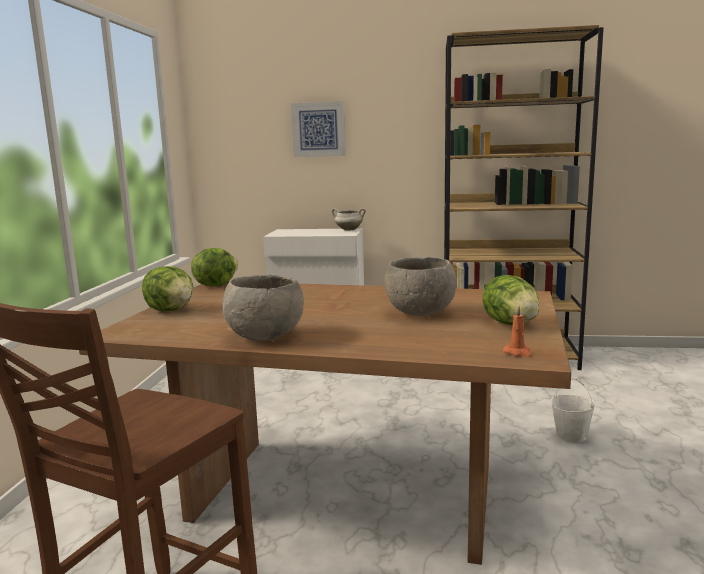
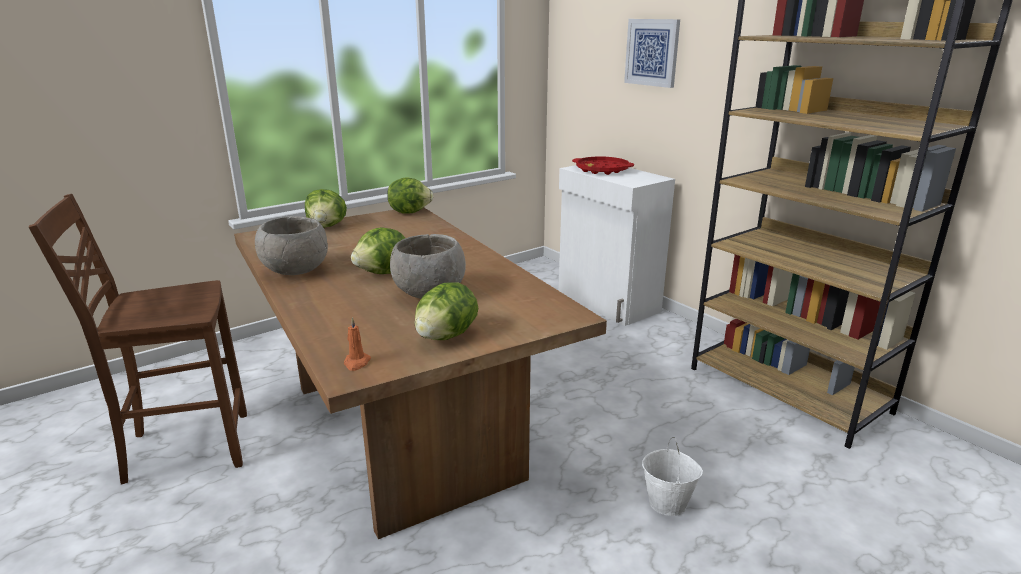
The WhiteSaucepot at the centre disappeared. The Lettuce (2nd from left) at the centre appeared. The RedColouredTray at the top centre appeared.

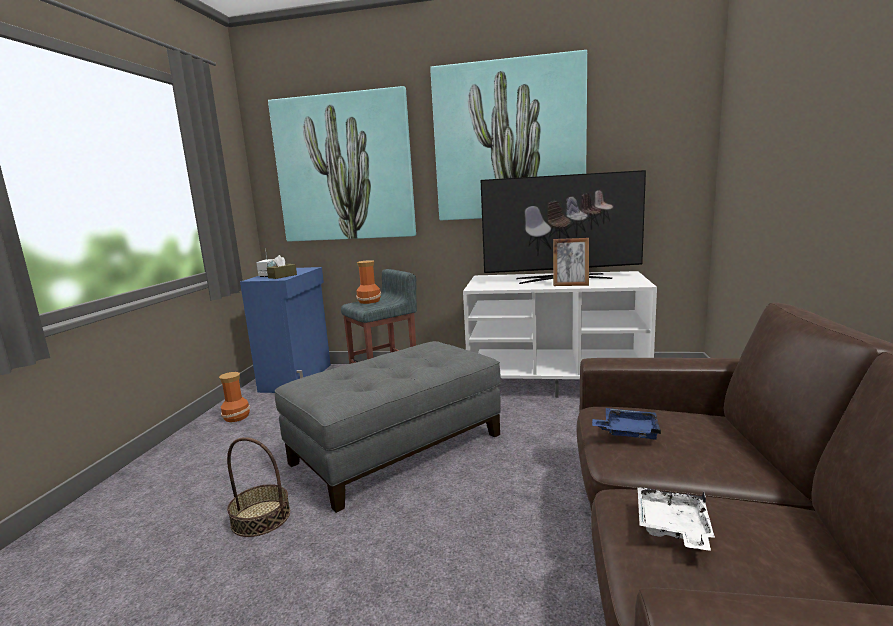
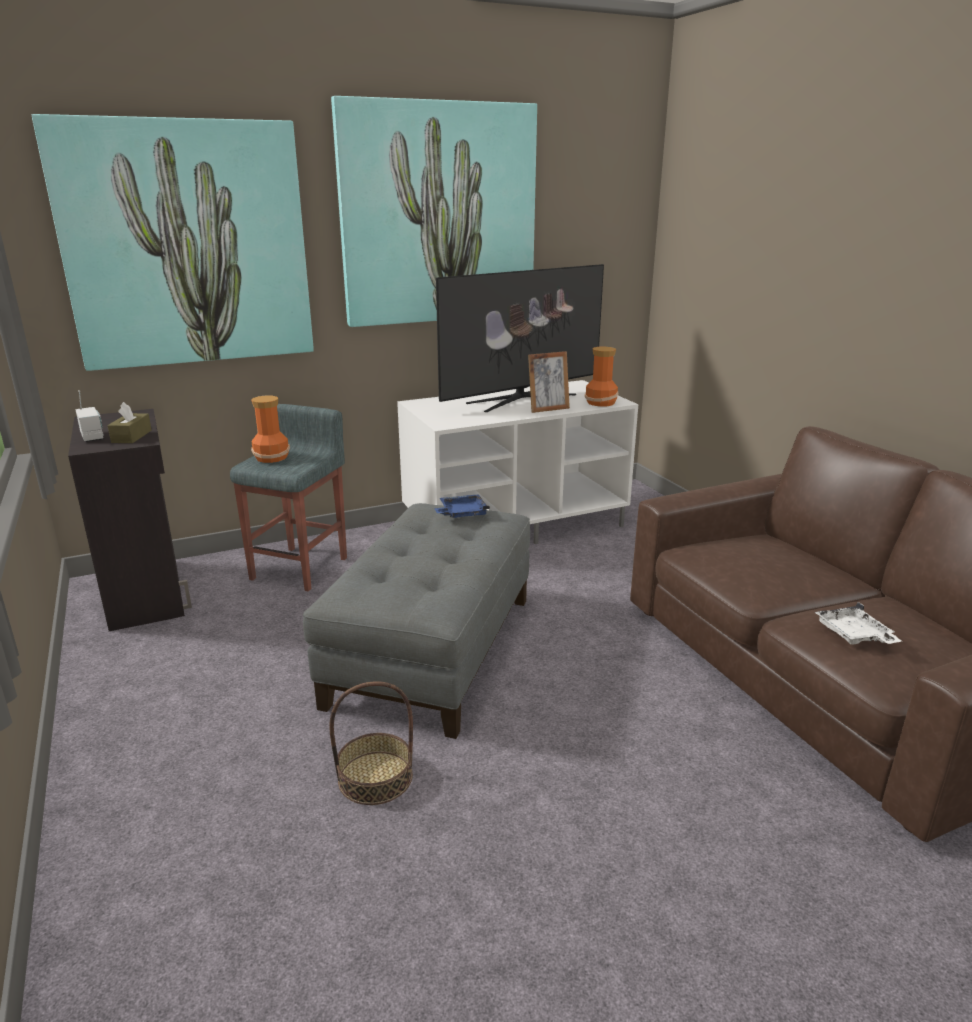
The Vase (1st from left in the first image) moved from the middle left to the centre. The BlueColouredCabinet at the middle left became the BlackishCabinet at the middle left. The BlueColouredTray moved from the bottom right to the centre.

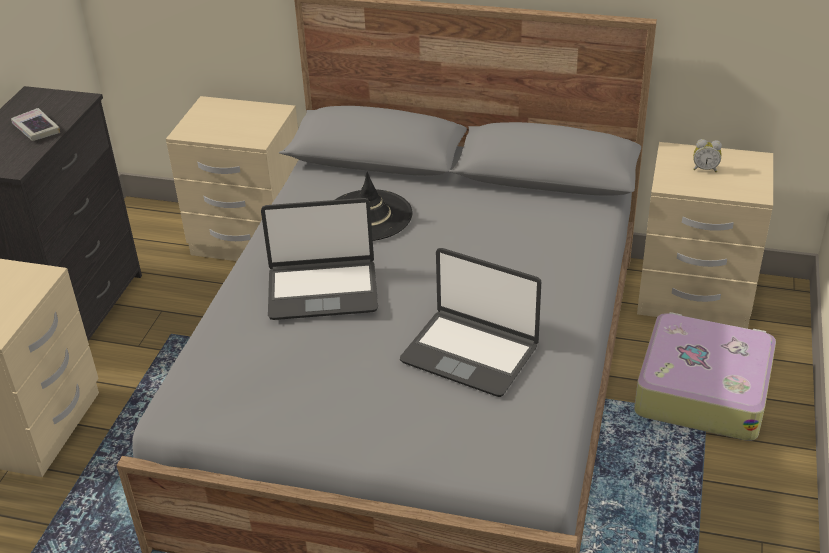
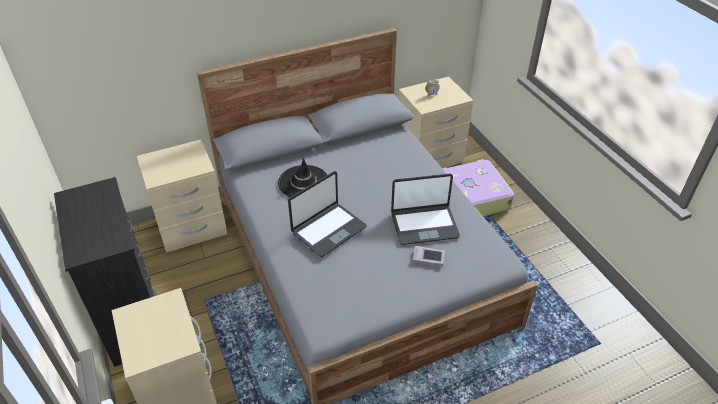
The Book moved from the top left to the centre.

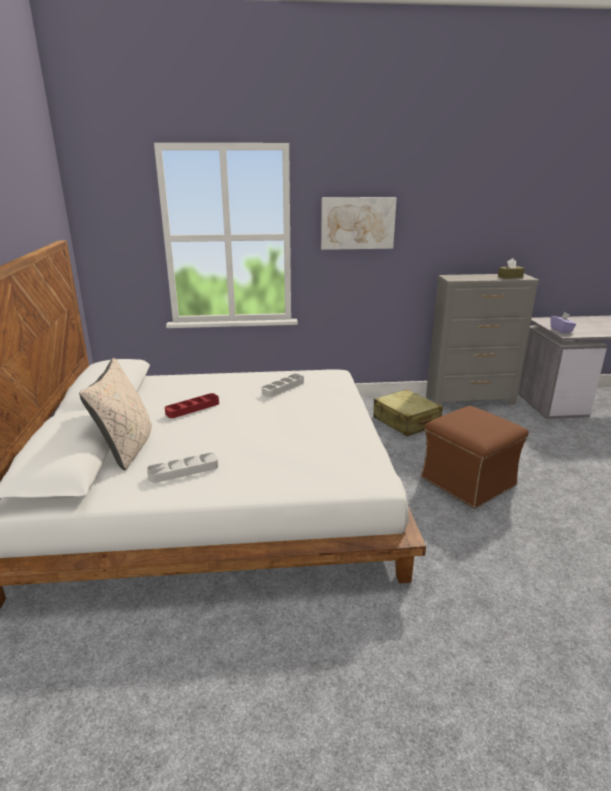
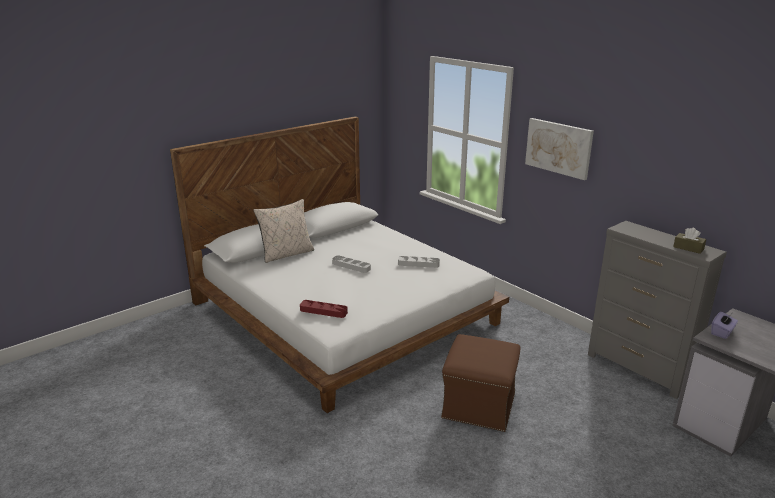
The GrayTray (1st from left) moved from the middle left to the centre. The RedColouredTray moved from the middle left to the centre. The BeigeColouredSuitcase at the middle right disappeared.

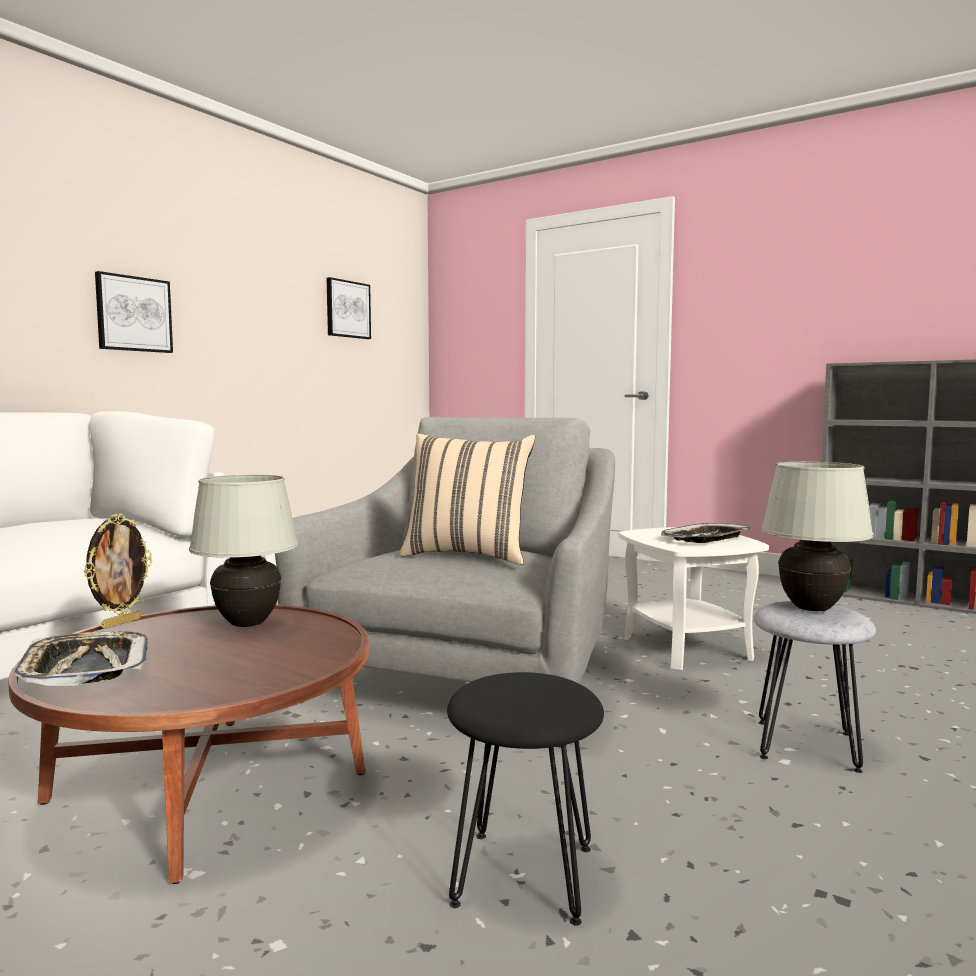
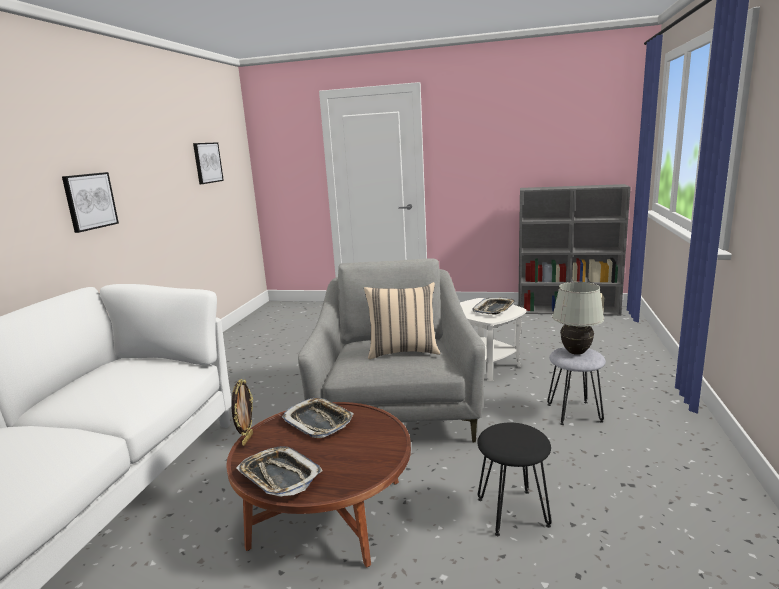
The WhiteTableLamp (1st from left) at the middle left was replaced by the Tray (2nd from left) at the bottom centre.

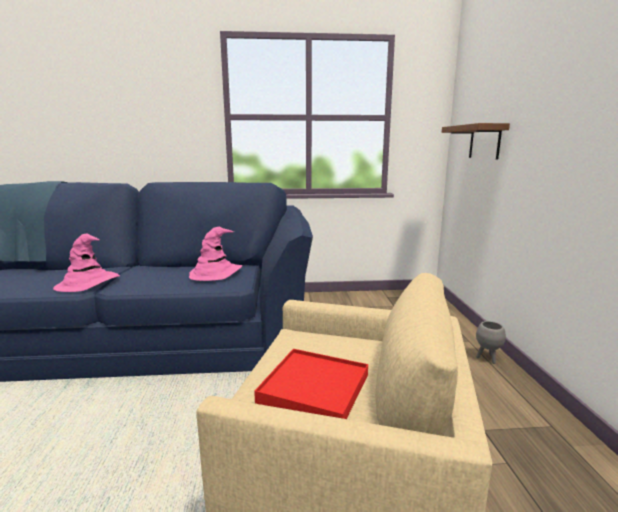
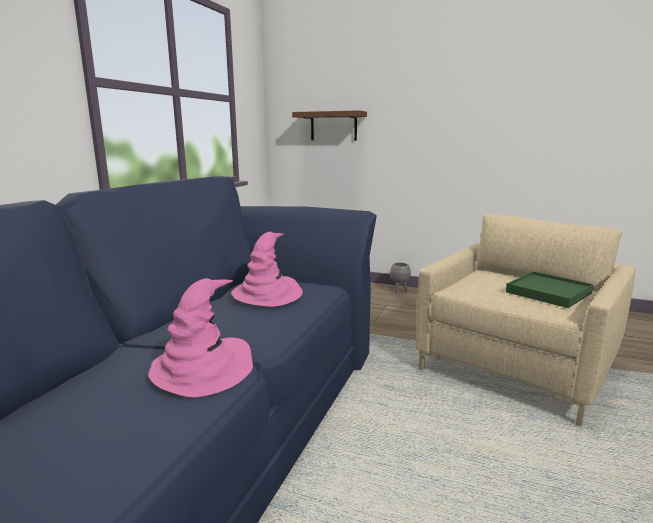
The RedColouredTray at the bottom centre became the GreenColouredTray at the middle right.

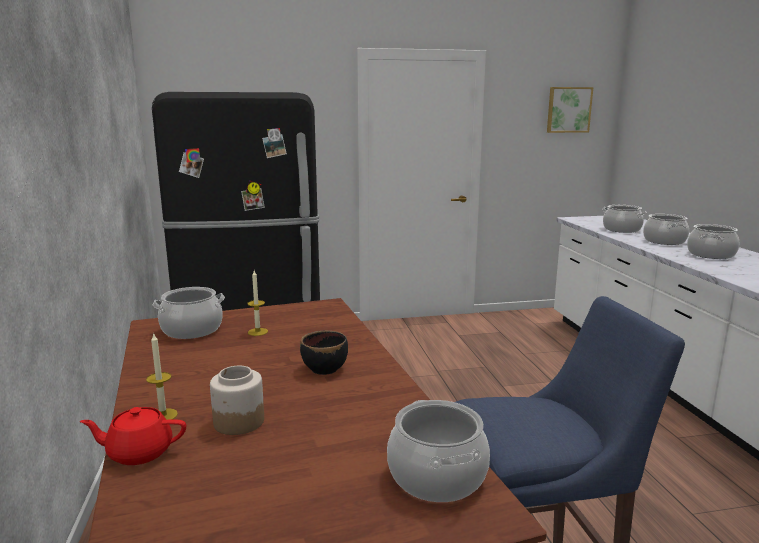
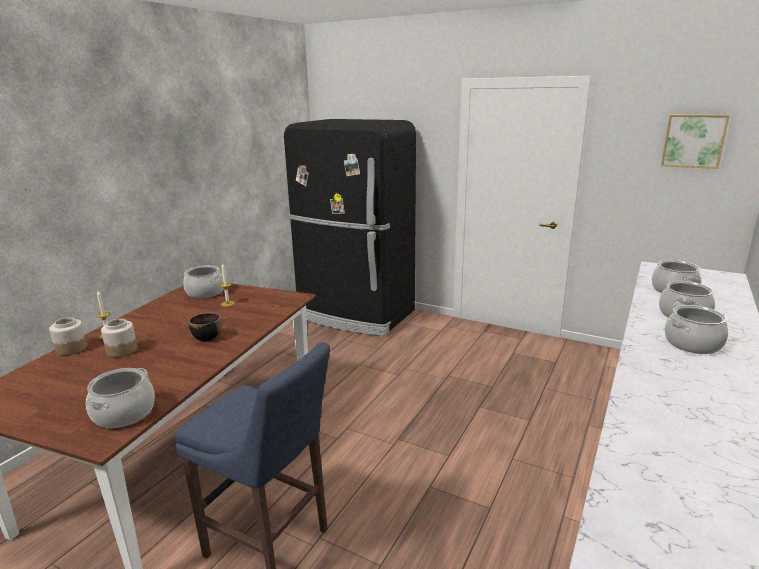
The RedColouredTeaPot at the bottom left was replaced by the Jar (1st from left) at the middle left.

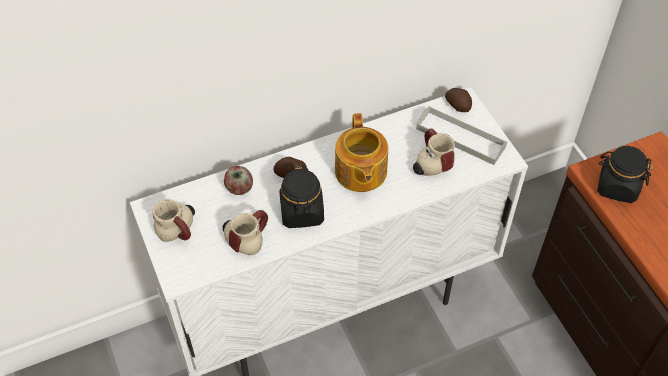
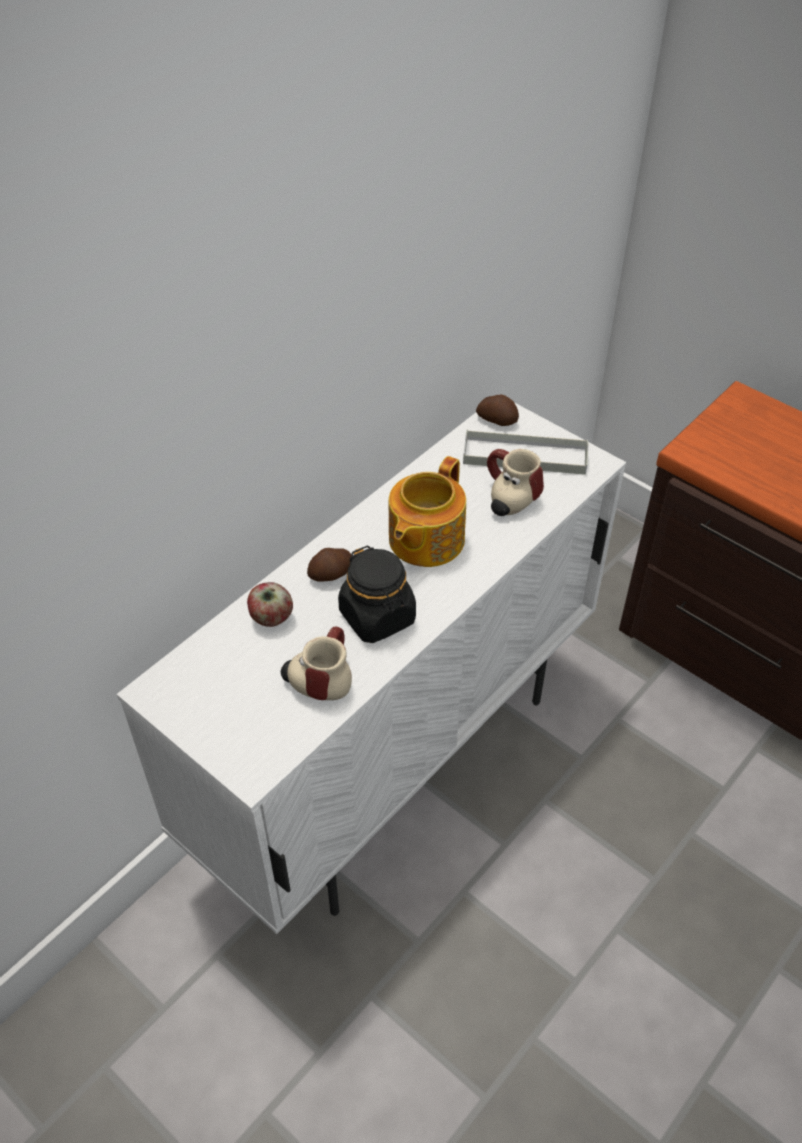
The TeaMug (1st from left) at the middle left disappeared. The TeaPot at the centre turned 60 degrees clockwise. The BlackishJar (2nd from left) at the middle right disappeared.

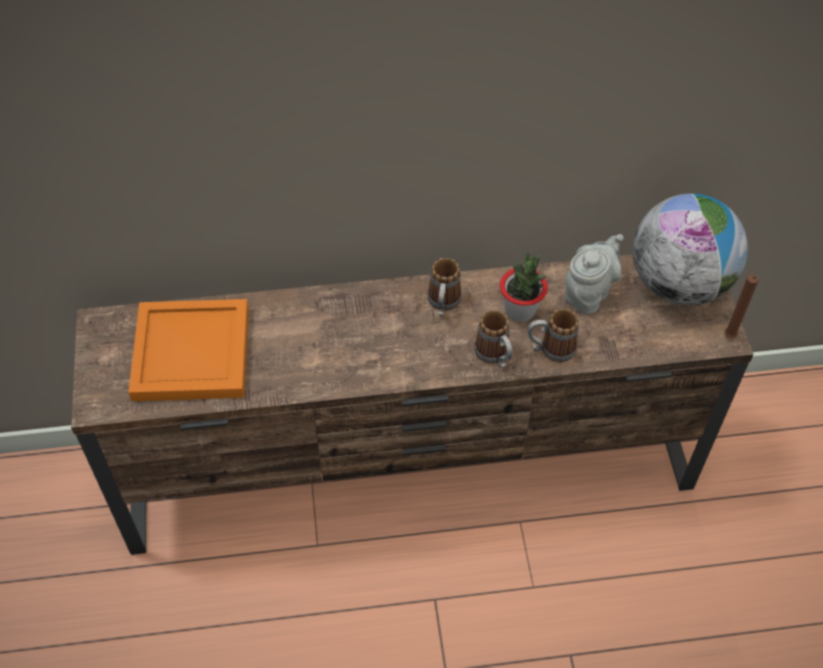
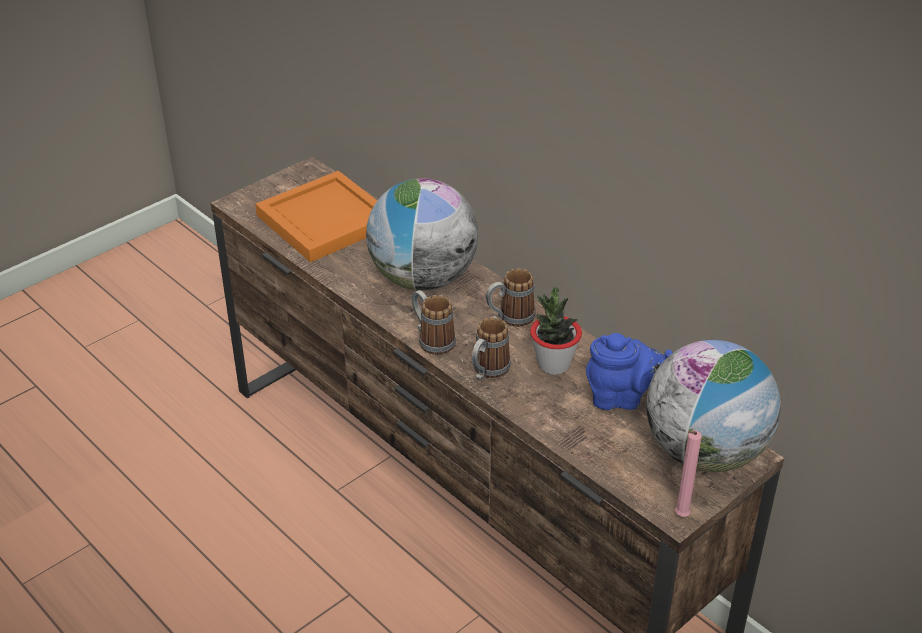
The TeaMug (3rd from left in the first image) moved from the middle right to the centre. The GrayTeaPot at the middle right became the BlueColouredTeaPot at the middle right. The BrownishWaxCandle at the middle right became the PinkWaxCandle at the bottom right. The Globe (1st from left) at the centre appeared.

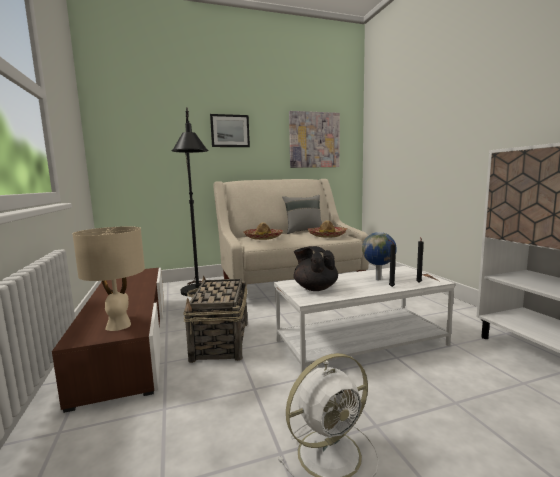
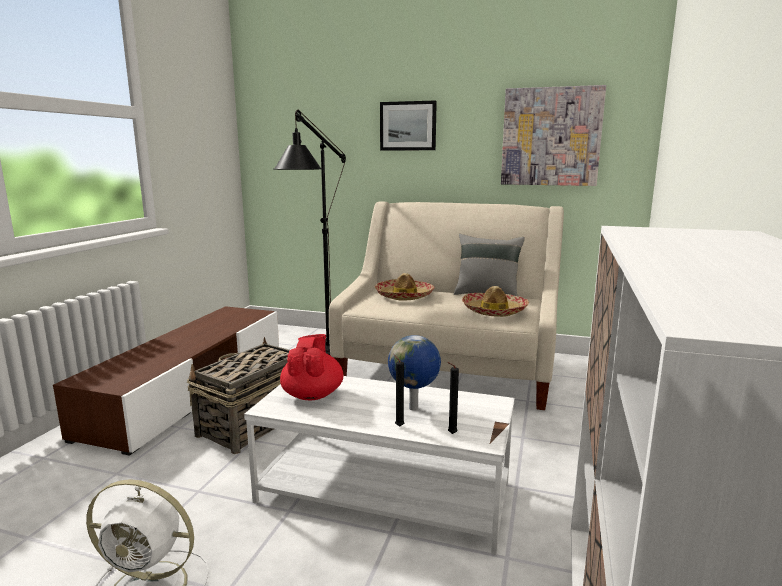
The BeigeColouredTableLamp at the middle left disappeared. The BlackishTeaPot at the centre became the RedColouredTeaPot at the centre.

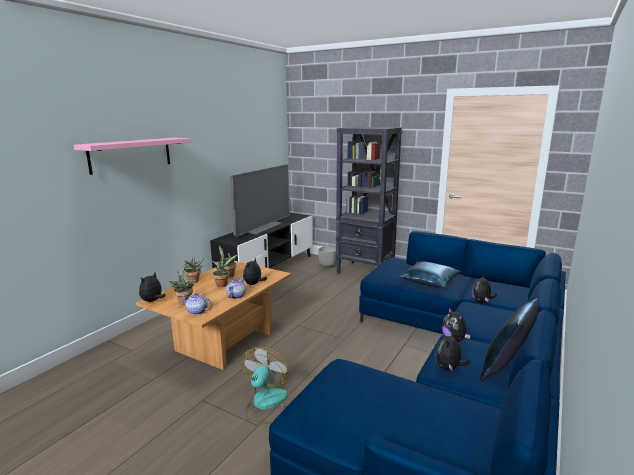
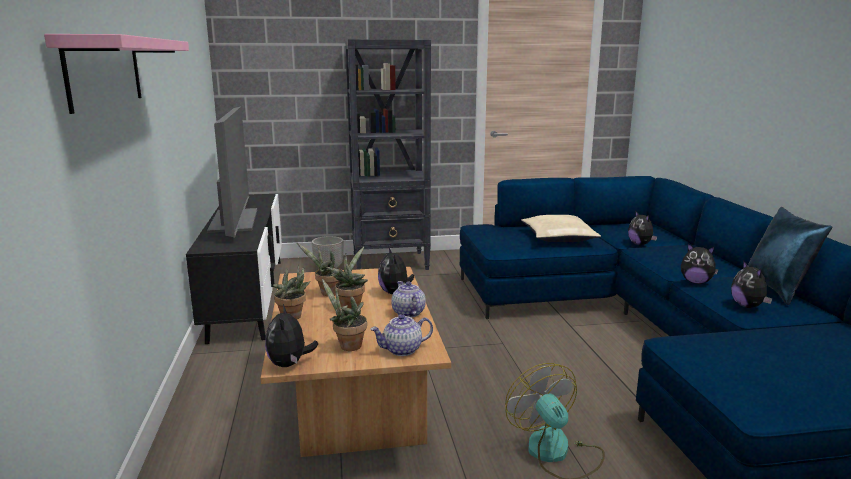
The BlueColouredCushion (1st from left) at the middle right became the BeigeColouredCushion at the centre.

